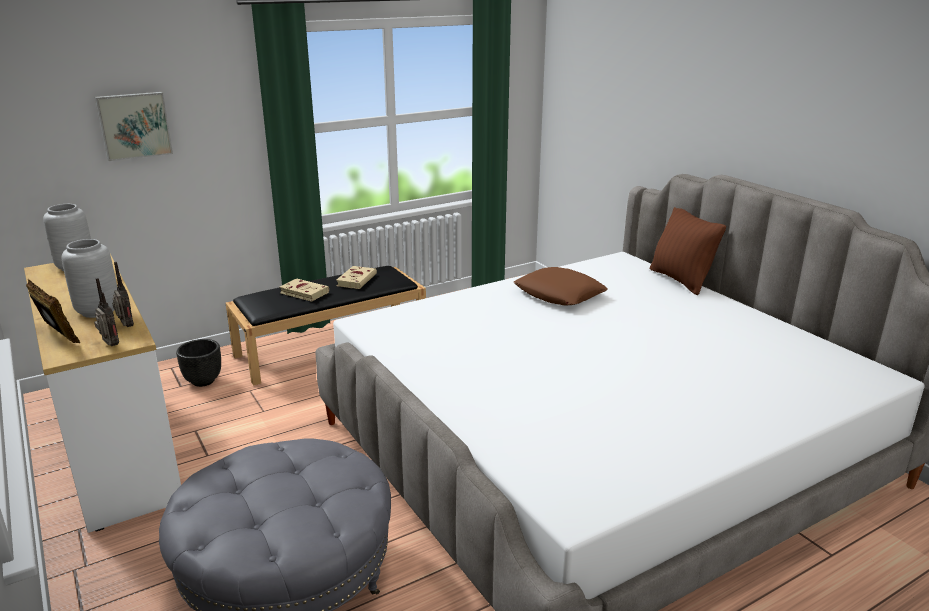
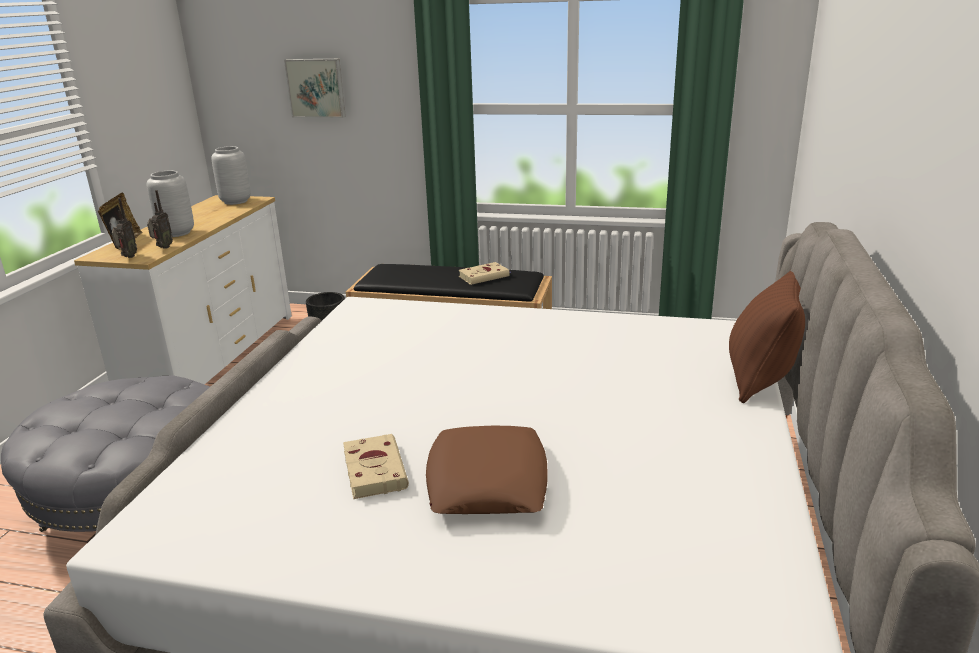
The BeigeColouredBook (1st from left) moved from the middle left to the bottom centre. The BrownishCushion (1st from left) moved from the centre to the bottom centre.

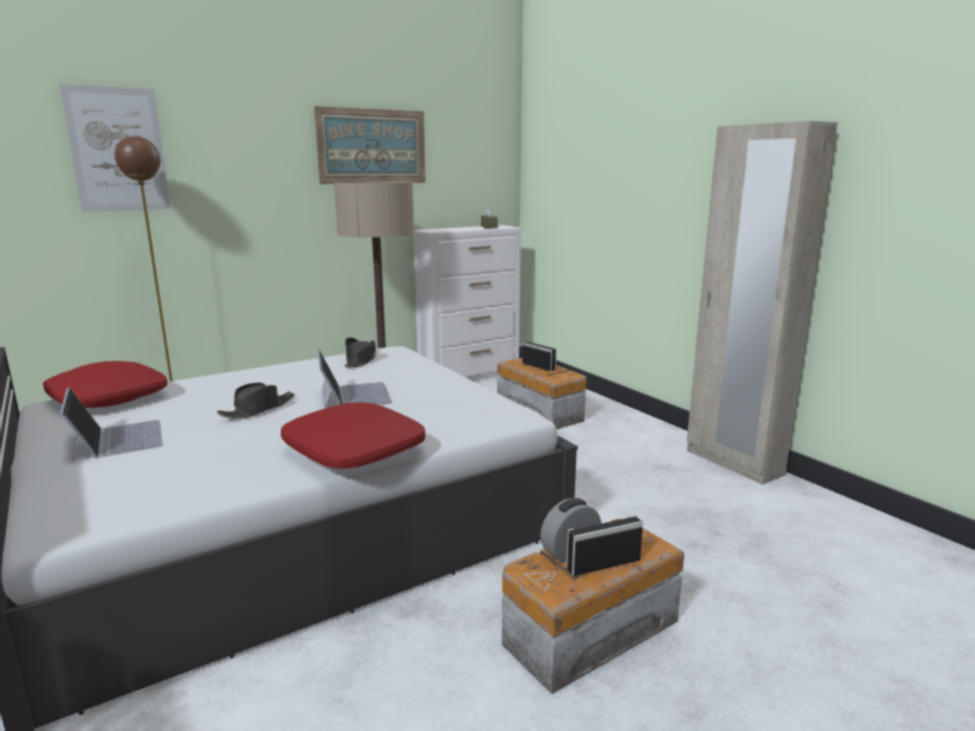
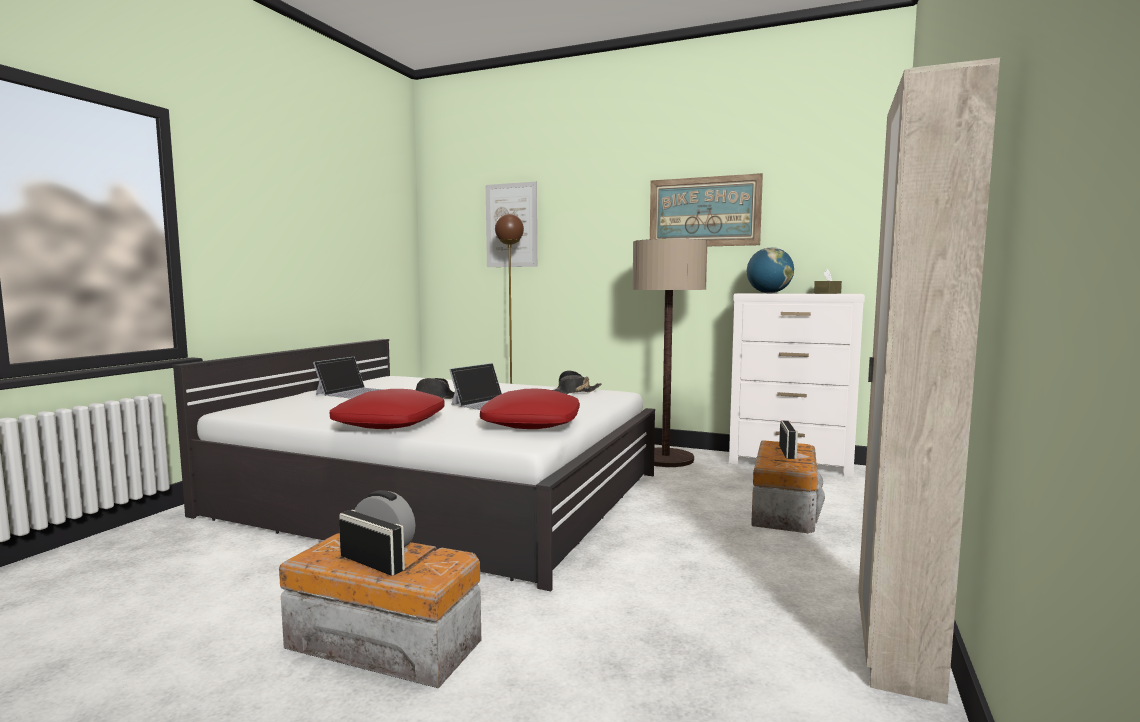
The RedColouredCushion (1st from left in the first image) moved from the middle left to the centre. The Globe at the middle right appeared.

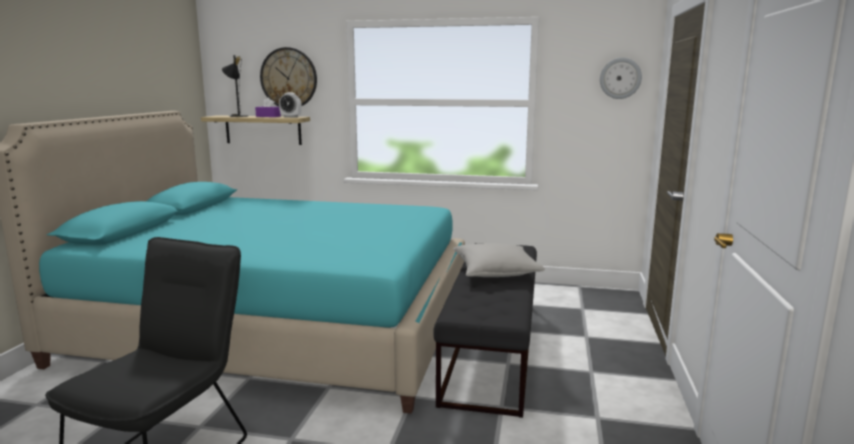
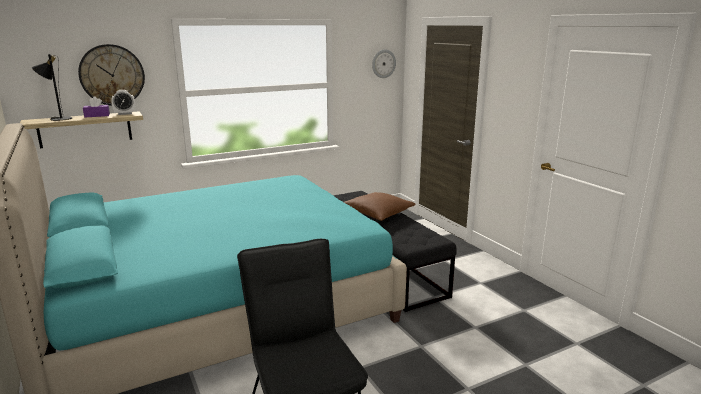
The GrayCushion at the centre became the BrownishCushion at the centre.

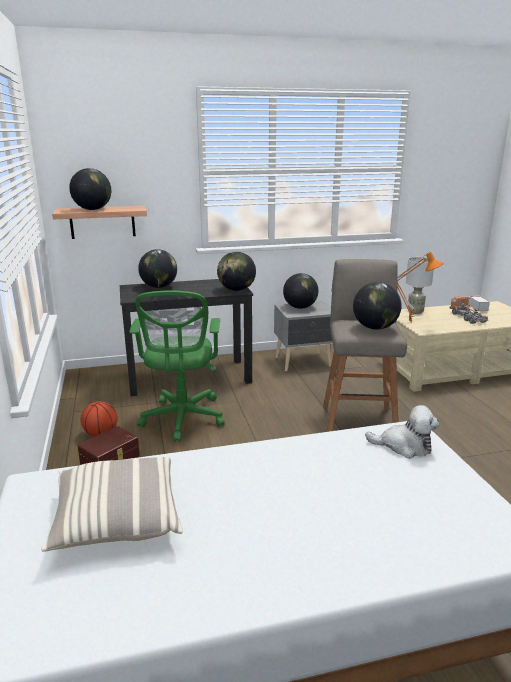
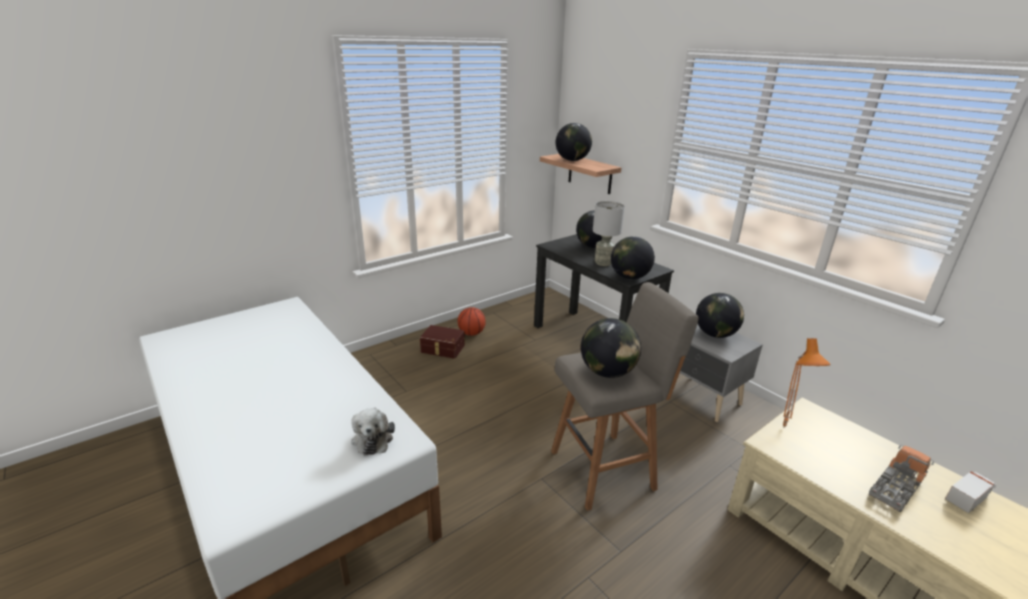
The Cushion at the bottom left disappeared. The GreenColouredOfficeChair at the centre disappeared. The GrayTableLamp moved from the middle right to the centre.

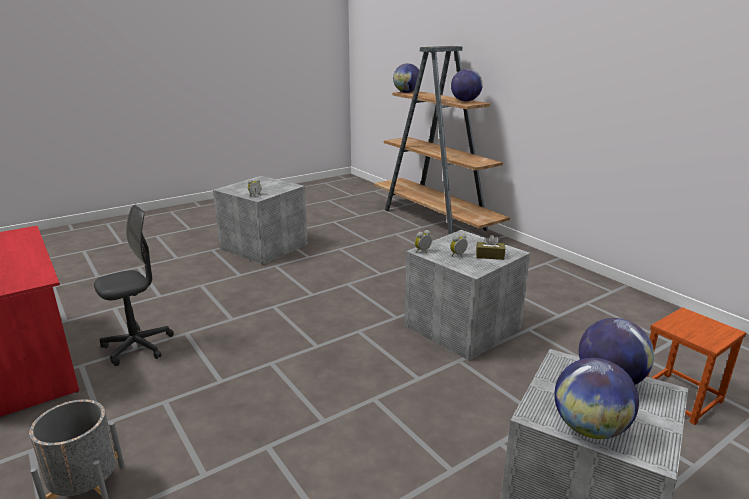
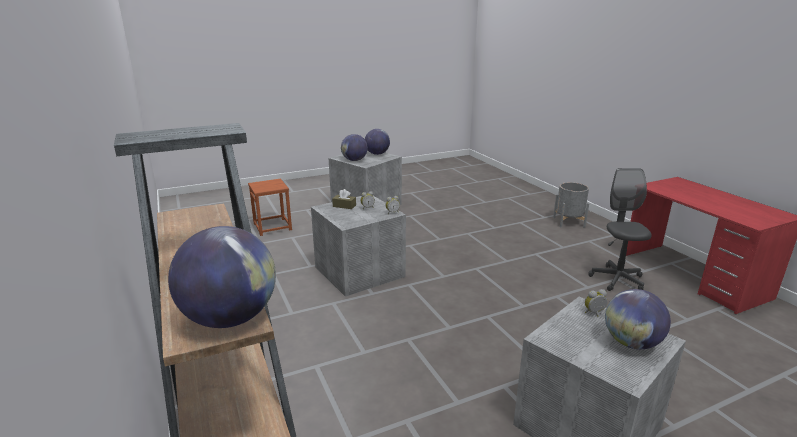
The GrayOfficeChair at the middle left turned 120 degrees clockwise. The Globe (2nd from left in the first image) moved from the top centre to the bottom right.

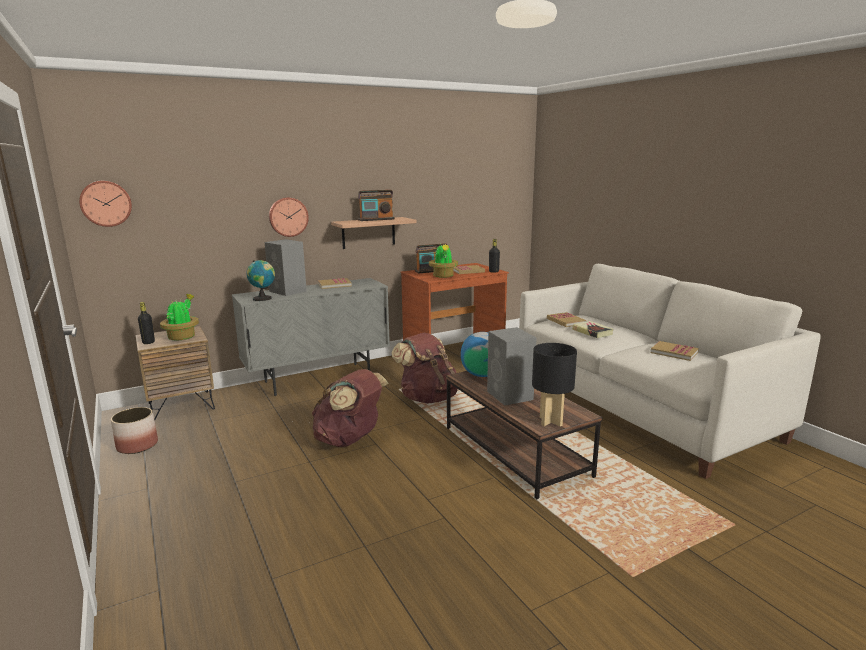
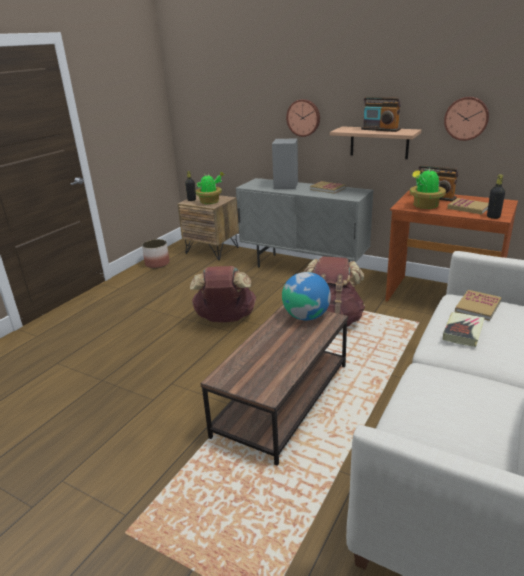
The WallClock (1st from left in the first image) moved from the top left to the top right. The Globe (1st from left) at the middle left disappeared. The GrayLoudspeaker (2nd from left) at the centre disappeared. The BlackishTableLamp at the centre disappeared. The Book (5th from left) at the middle right disappeared.

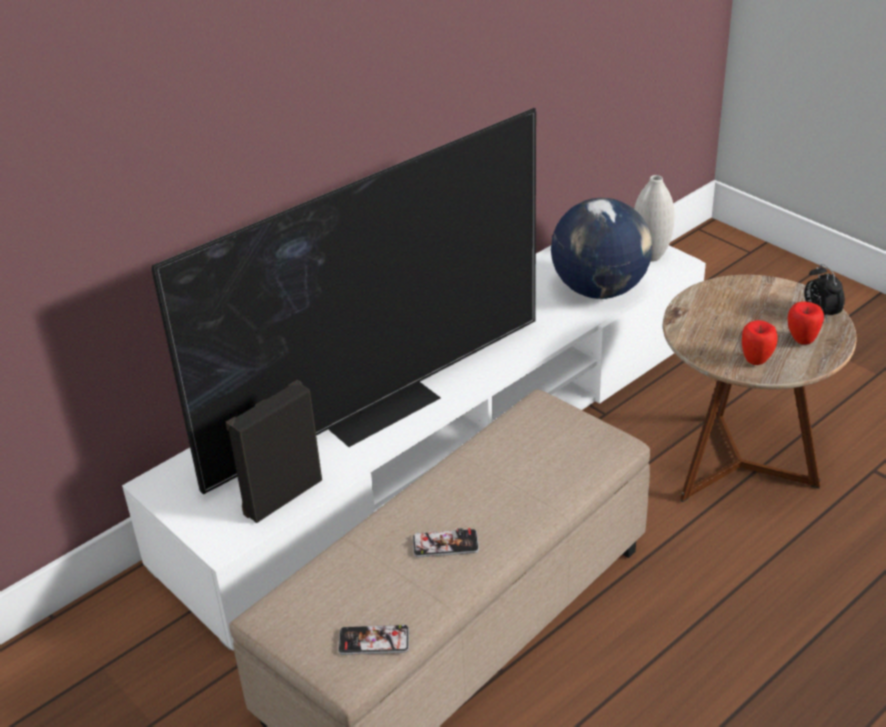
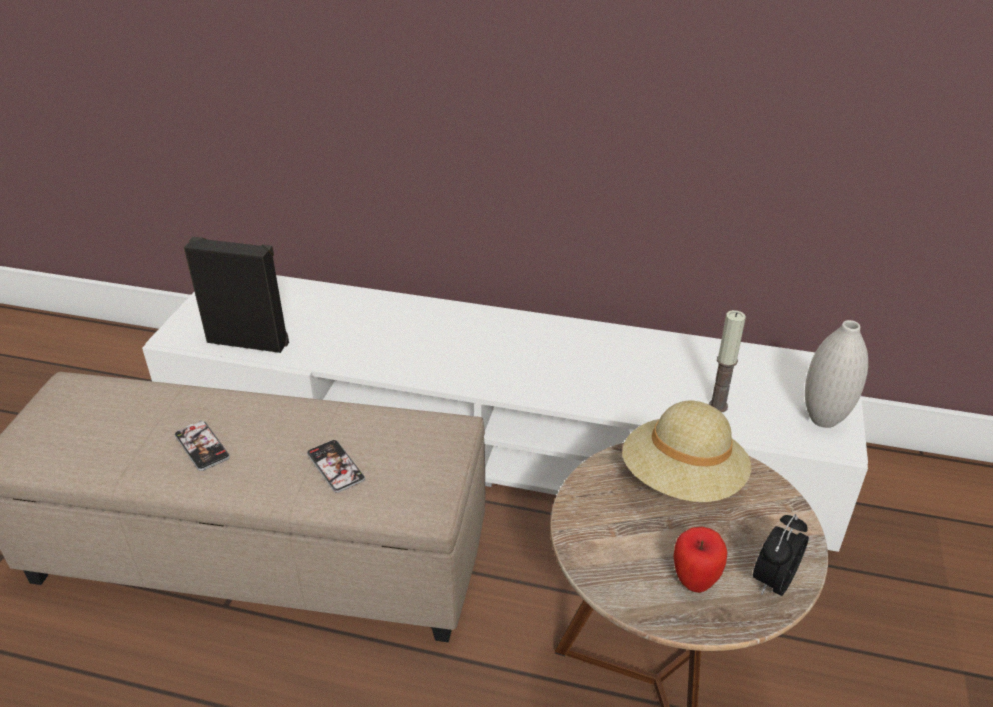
The Television at the centre disappeared. The Handset (1st from left in the first image) moved from the bottom centre to the centre. The Globe at the middle right was replaced by the WaxCandle at the middle right. The AppleFruit (1st from left) at the middle right disappeared. The BeigeColouredClothingHat at the middle right appeared.

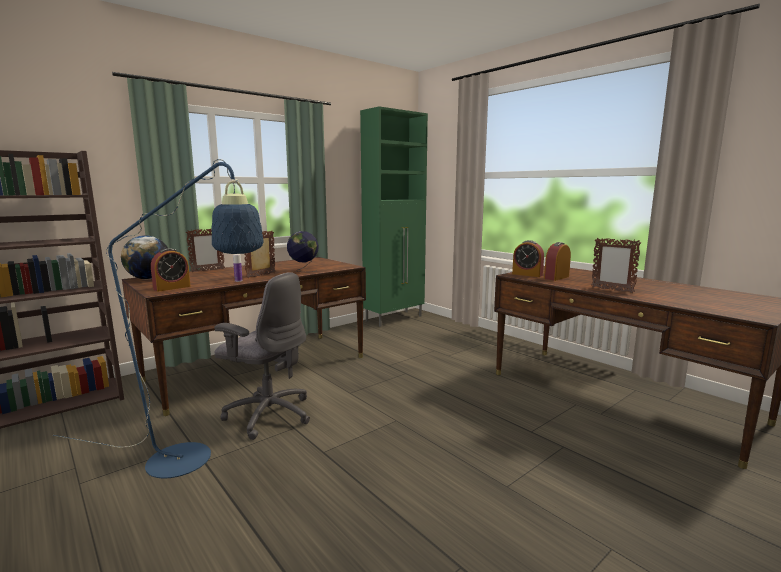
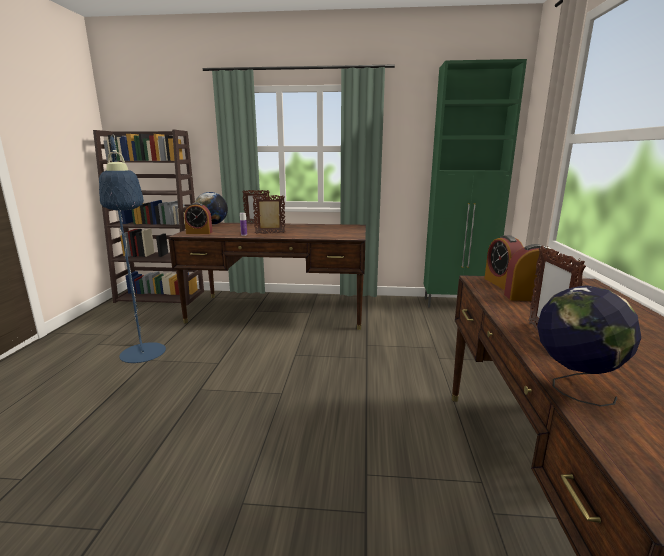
The GrayOfficeChair at the centre disappeared. The Globe (2nd from left) moved from the centre to the middle right.

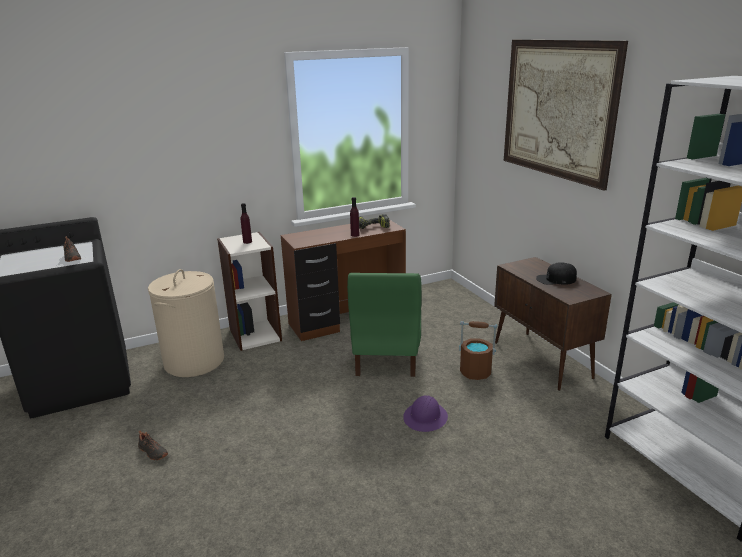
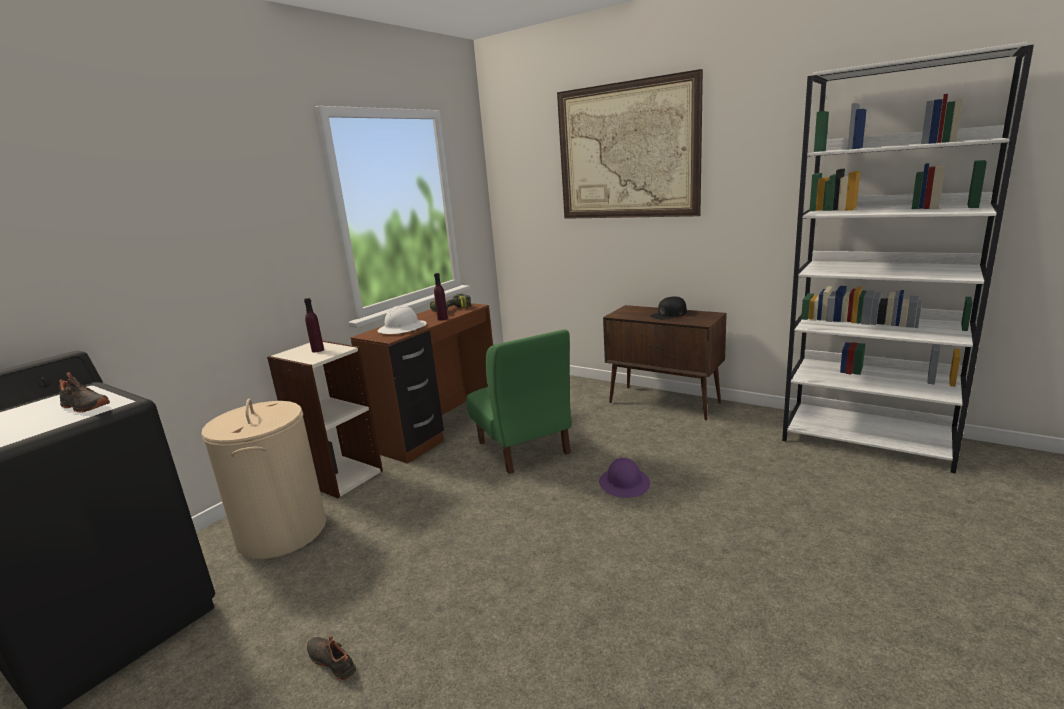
The BlackishItemOfFootwear (2nd from left) at the bottom left turned 150 degrees counterclockwise. The BrownishBucket at the centre disappeared. The WhiteHardHat at the centre appeared.

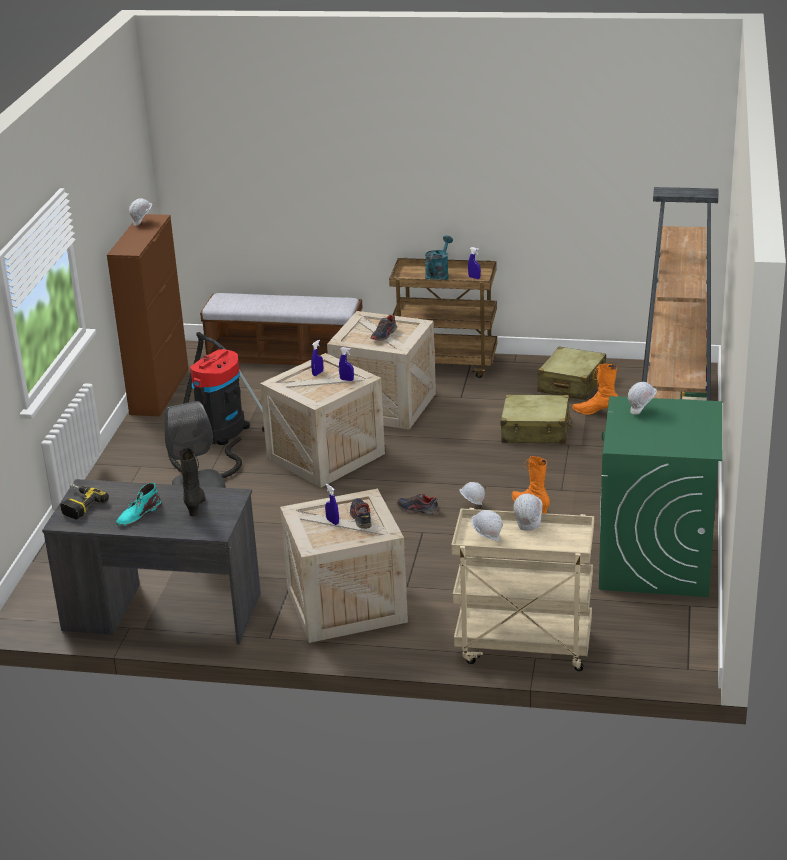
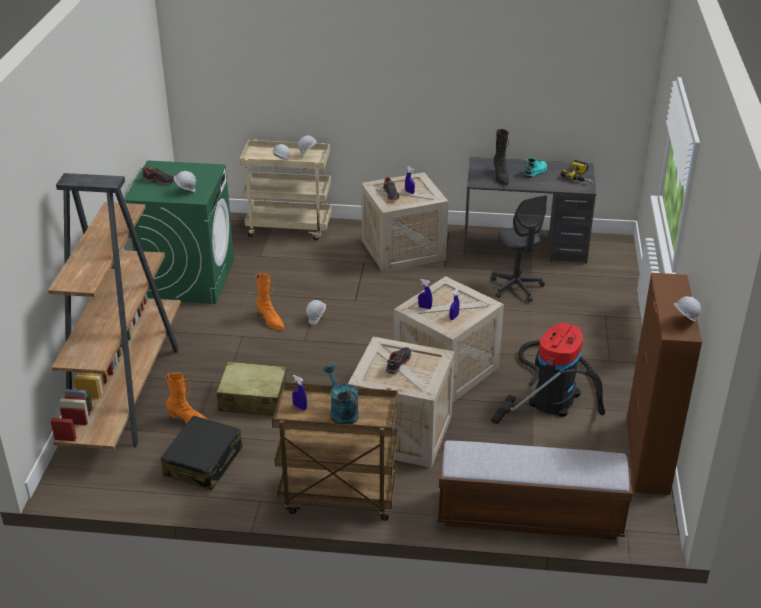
The ItemOfFootwear (3rd from left in the first image) moved from the centre to the top left. The TurquoiseWateringCan at the top centre turned 135 degrees clockwise. The BeigeColouredSuitcase (2nd from left) at the middle right became the BlackishSuitcase at the bottom left.

